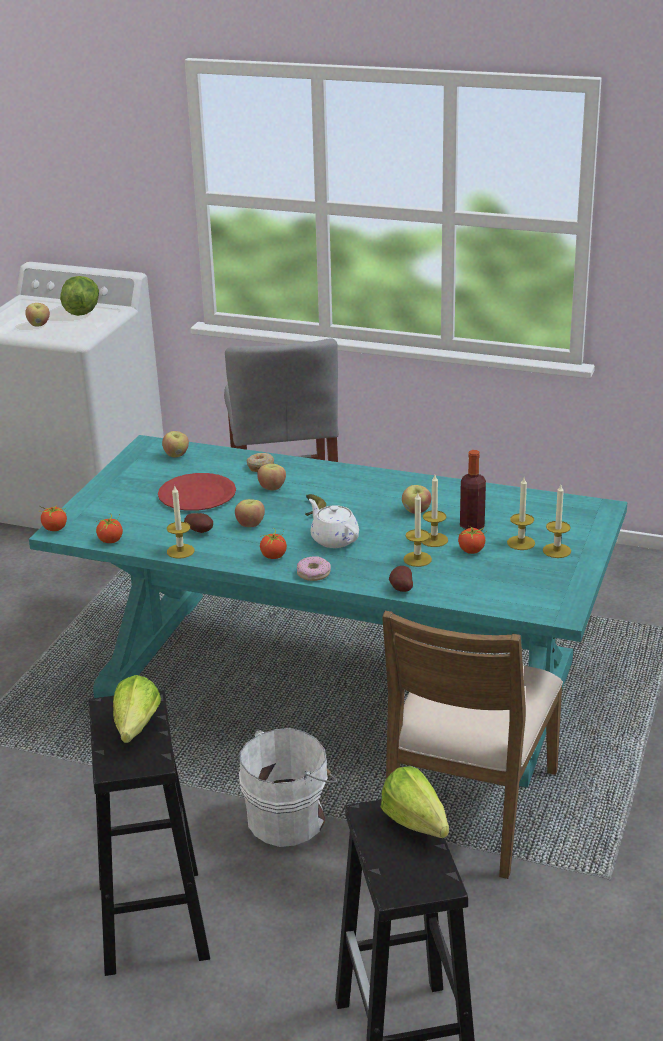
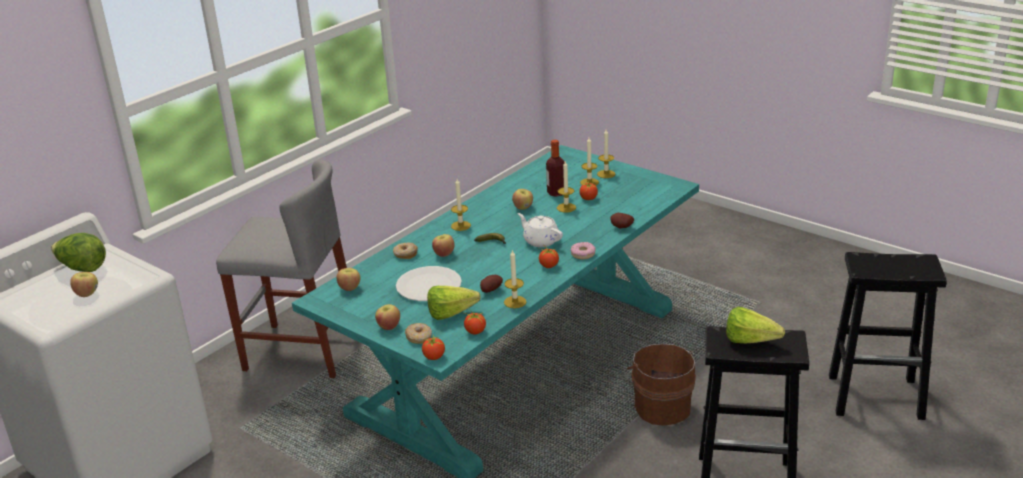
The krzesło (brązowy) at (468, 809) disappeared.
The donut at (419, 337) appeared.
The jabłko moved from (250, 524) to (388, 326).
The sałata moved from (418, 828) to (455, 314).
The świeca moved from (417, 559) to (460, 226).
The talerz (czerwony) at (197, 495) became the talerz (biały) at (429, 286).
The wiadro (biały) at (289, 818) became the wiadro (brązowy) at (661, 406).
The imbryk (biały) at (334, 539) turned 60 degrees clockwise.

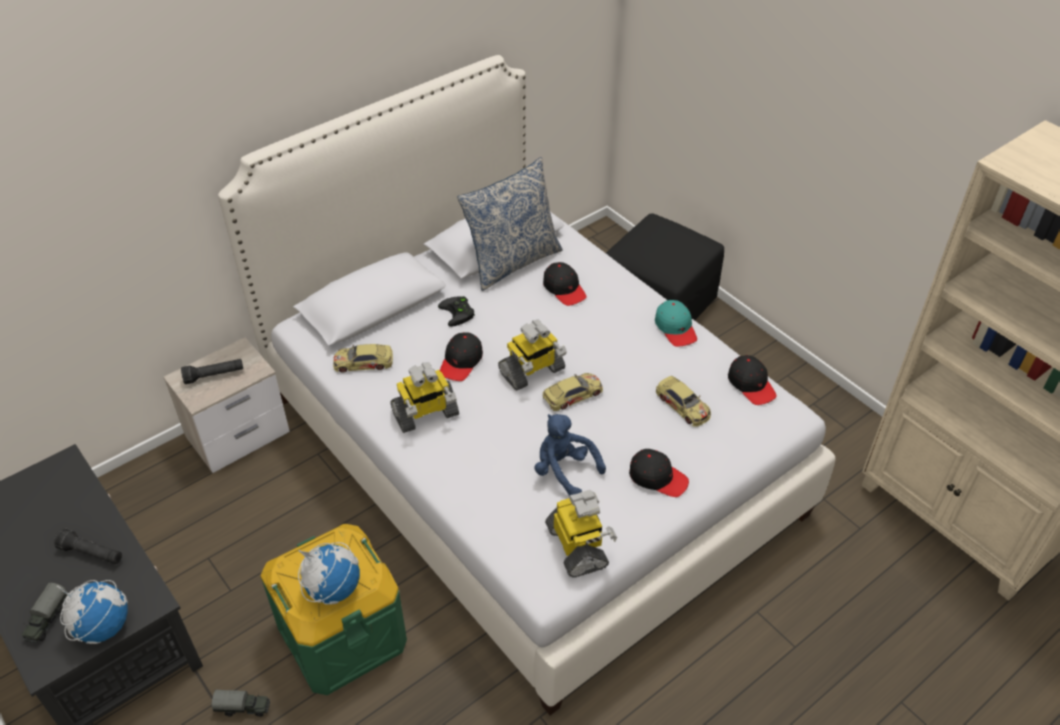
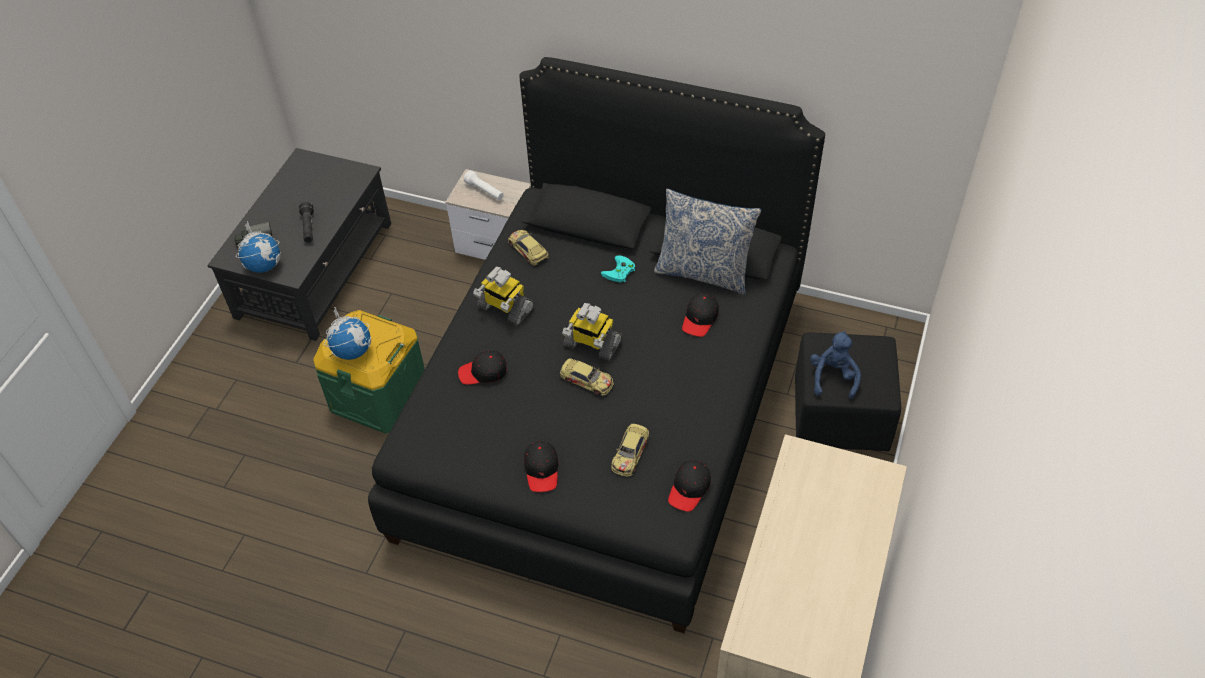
The ciężarówka zabawkowa at (243, 708) disappeared.
The robot zabawkowy at (578, 547) disappeared.
The czapka z daszkiem (turkusowy) at (675, 328) disappeared.
The czapka z daszkiem (czarny) moved from (461, 362) to (483, 372).
The pluszak (niebieski) moved from (564, 471) to (833, 377).
The latarka (czarny) at (214, 375) became the latarka (biały) at (485, 191).
The łóżko (biały) at (528, 453) became the łóżko (czarny) at (604, 411).
The pad do gier (czarny) at (459, 313) became the pad do gier (turkusowy) at (619, 272).

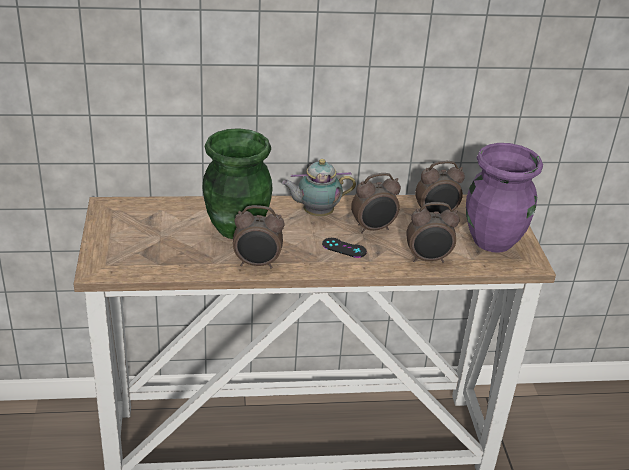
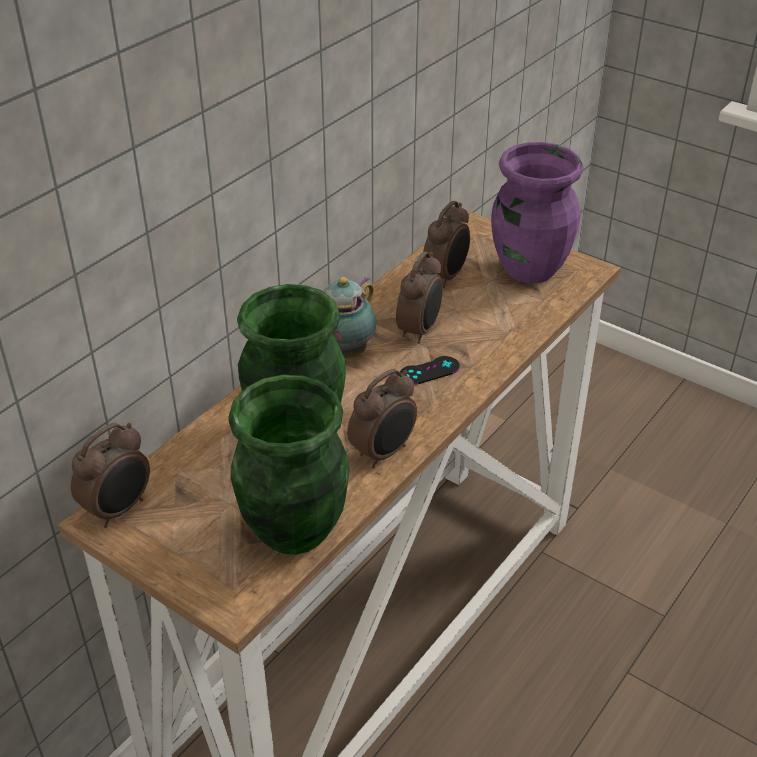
The wazon (zielony) at (293, 531) appeared.
The budzik moved from (428, 259) to (119, 509).

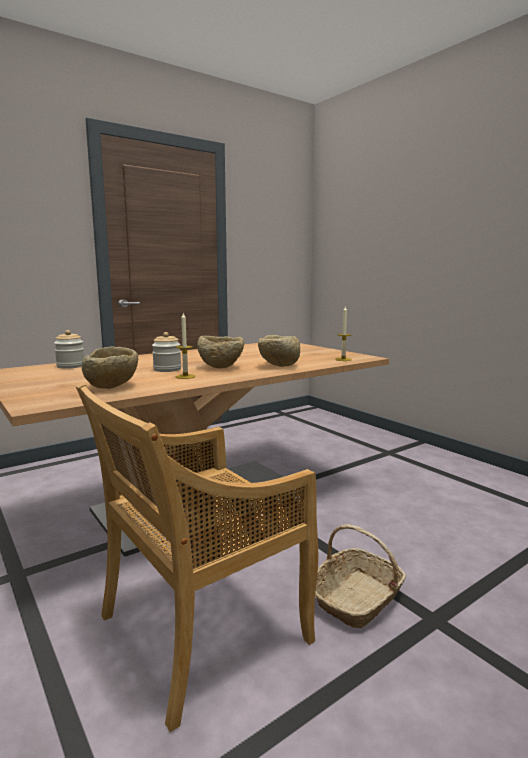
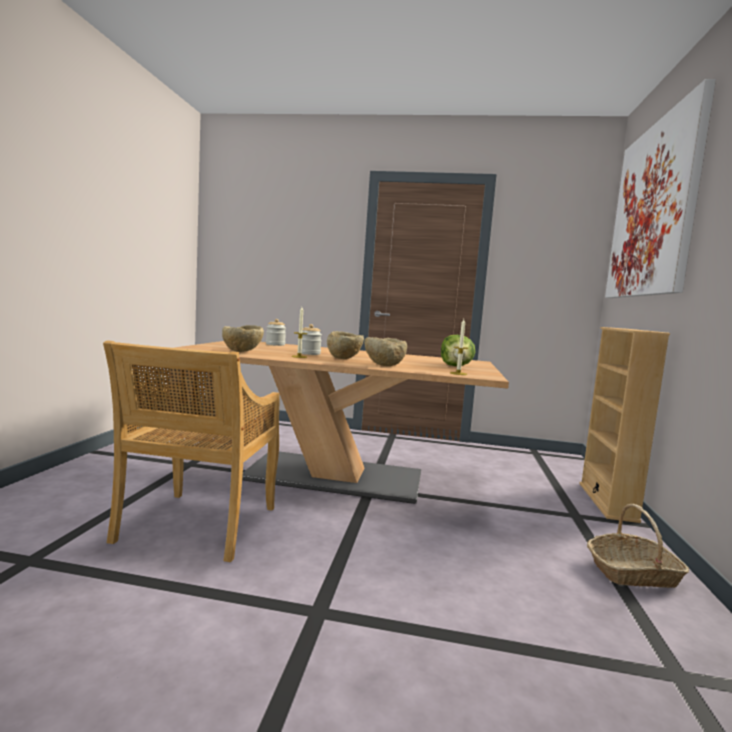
The sałata at (456, 366) appeared.
The regał (beżowy) at (607, 502) appeared.
The obraz at (653, 210) appeared.
The koszyk moved from (357, 599) to (633, 573).
The krzesło (beżowy) at (200, 631) turned 90 degrees counterclockwise.

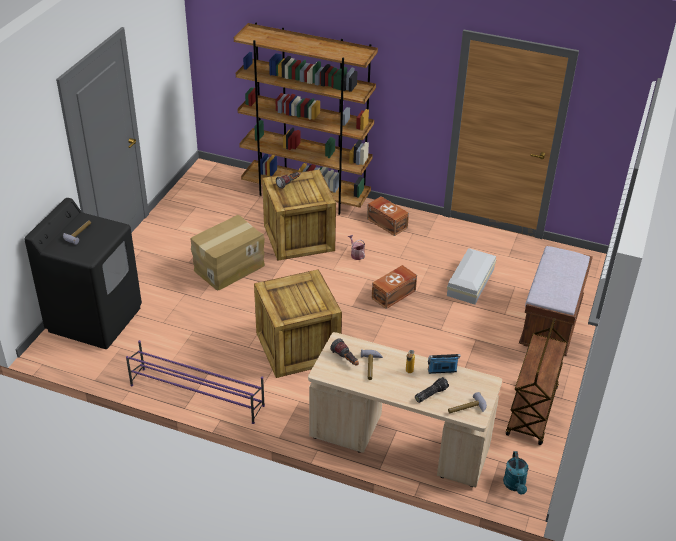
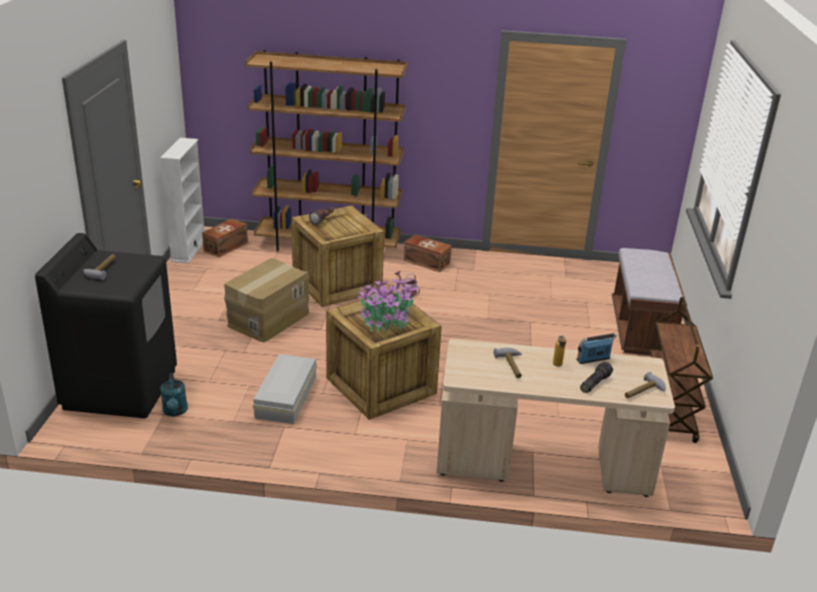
The regał na buty (fioletowy) at (196, 395) disappeared.
The latarka at (346, 359) disappeared.
The regał (biały) at (188, 250) appeared.
The roślina doniczkowa at (386, 321) appeared.
The pojemnik do przechowywania (brązowy) moved from (394, 294) to (226, 246).
The pojemnik do przechowywania (biały) moved from (469, 282) to (284, 397).
The konewka (turkusowy) moved from (515, 486) to (175, 411).

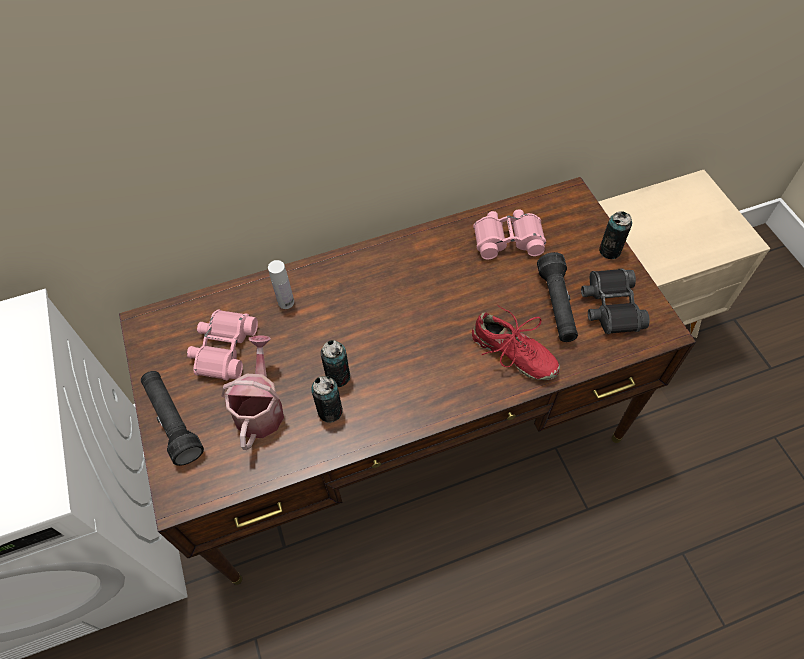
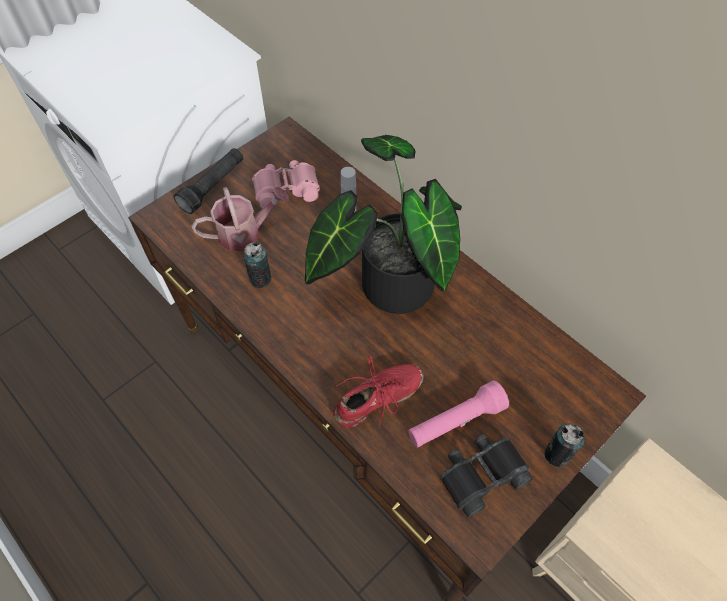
The puszka at (338, 377) disappeared.
The lornetka (różowy) at (507, 239) disappeared.
The roślina doniczkowa at (388, 284) appeared.
The latarka (czarny) at (556, 305) became the latarka (różowy) at (455, 421).
The but (czerwony) at (513, 354) turned 135 degrees counterclockwise.

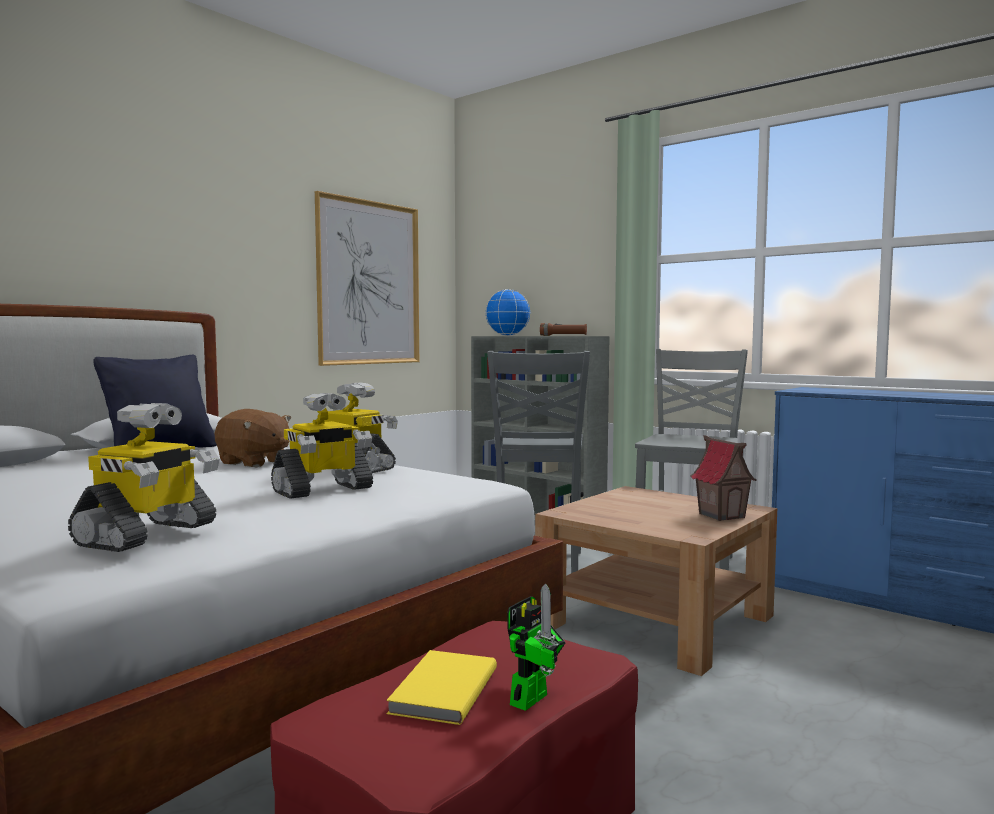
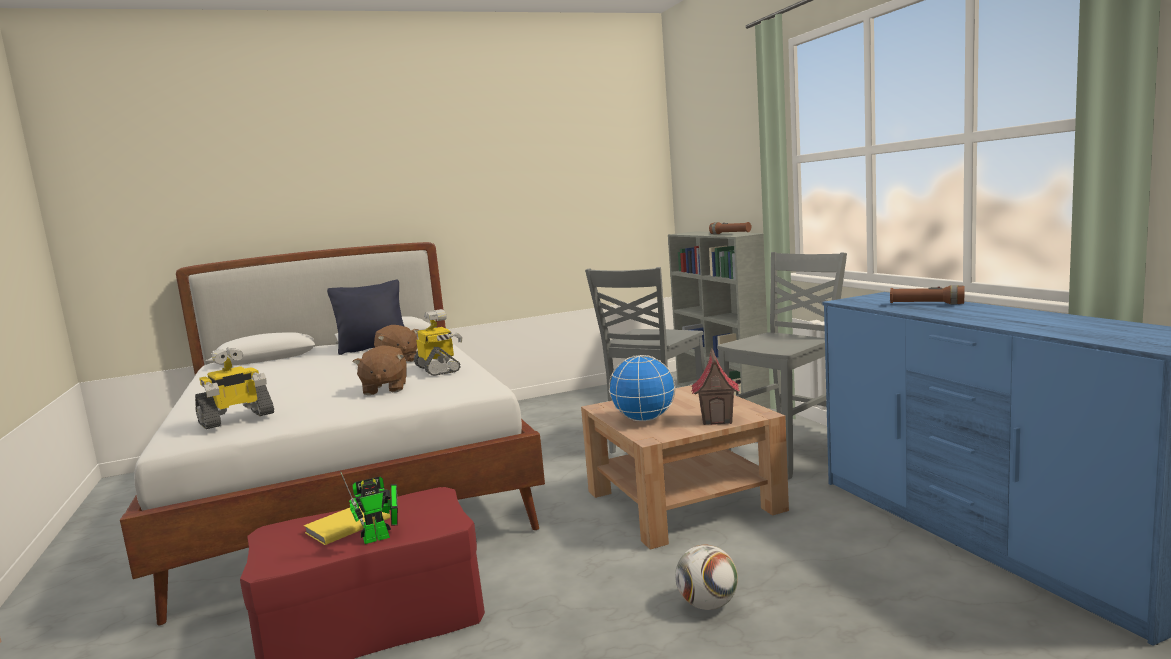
The obraz at (369, 283) disappeared.
The piłka futbolowa at (708, 605) appeared.
The latarka (brązowy) at (926, 304) appeared.
The globus moved from (507, 335) to (644, 419).
The robot zabawkowy at (323, 490) was replaced by the pluszak (brązowy) at (384, 389).

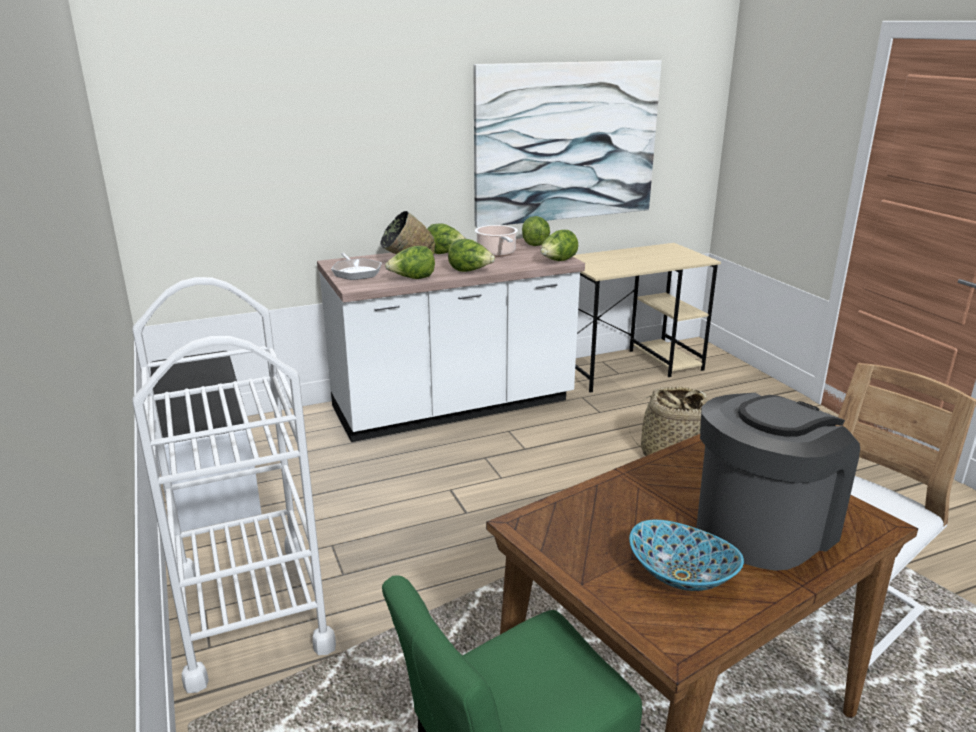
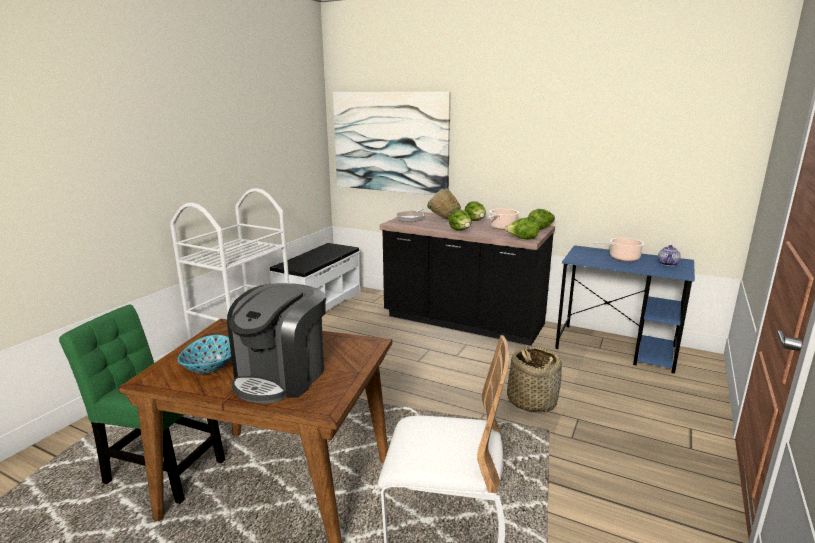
The sałata at (412, 279) disappeared.
The garnek at (622, 258) appeared.
The imbryk at (668, 264) appeared.
The obraz moved from (567, 142) to (390, 142).
The zabudowa kuchenna (biały) at (453, 407) became the zabudowa kuchenna (czarny) at (463, 322).
The biurko (beżowy) at (630, 367) became the biurko (niebieski) at (616, 348).
The ekspres do kawy at (763, 527) turned 105 degrees clockwise.

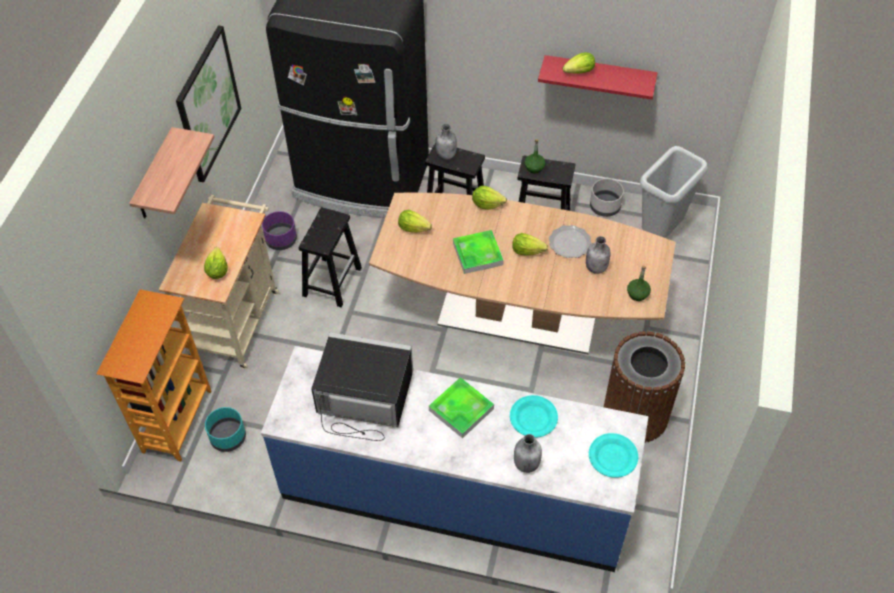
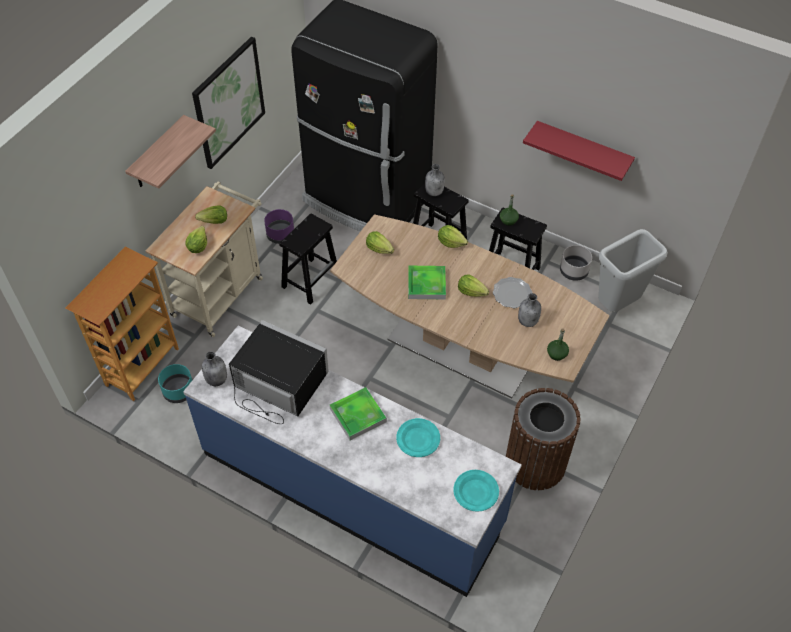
The butelka (szary) moved from (526, 463) to (216, 379).
The sałata moved from (579, 72) to (214, 221).

